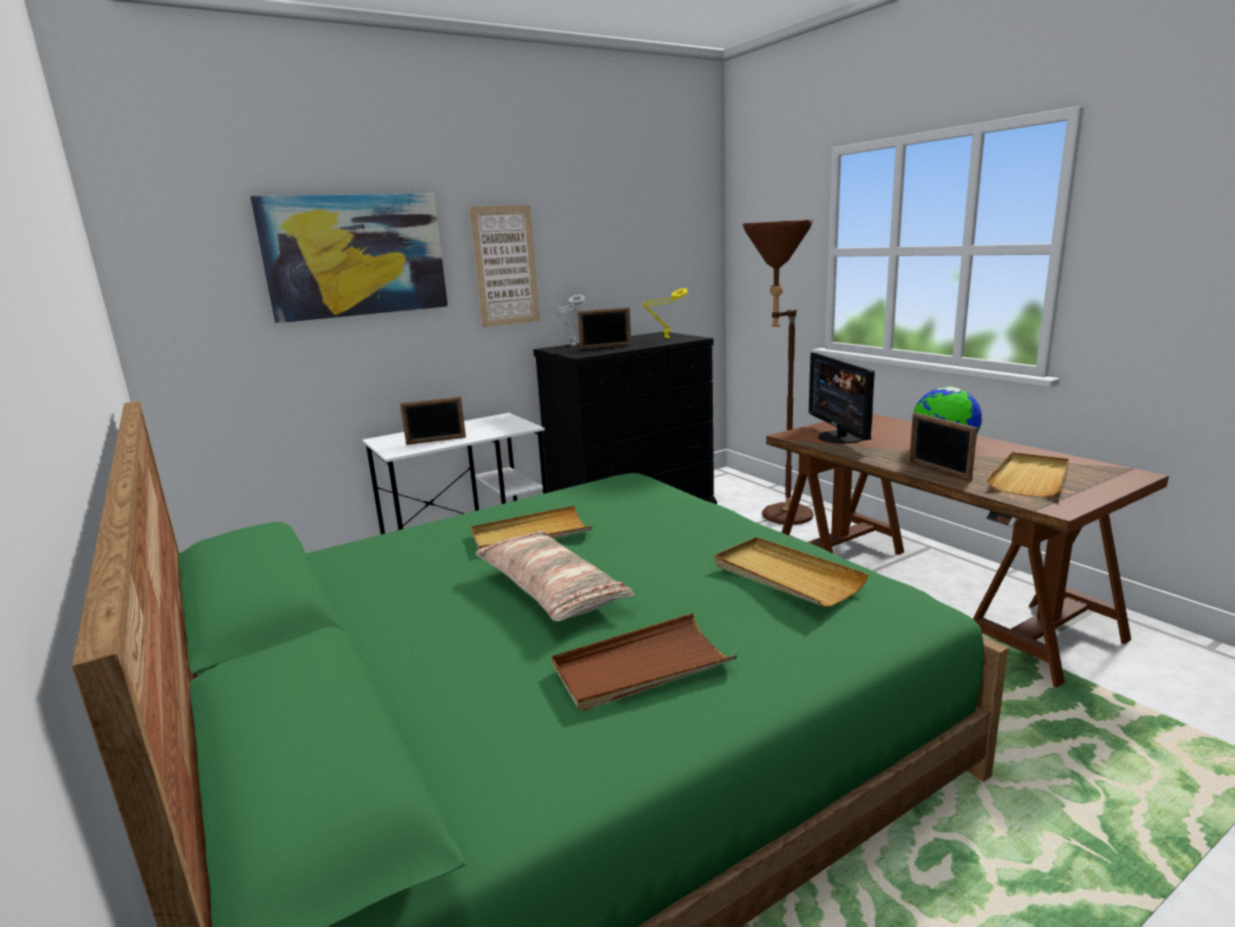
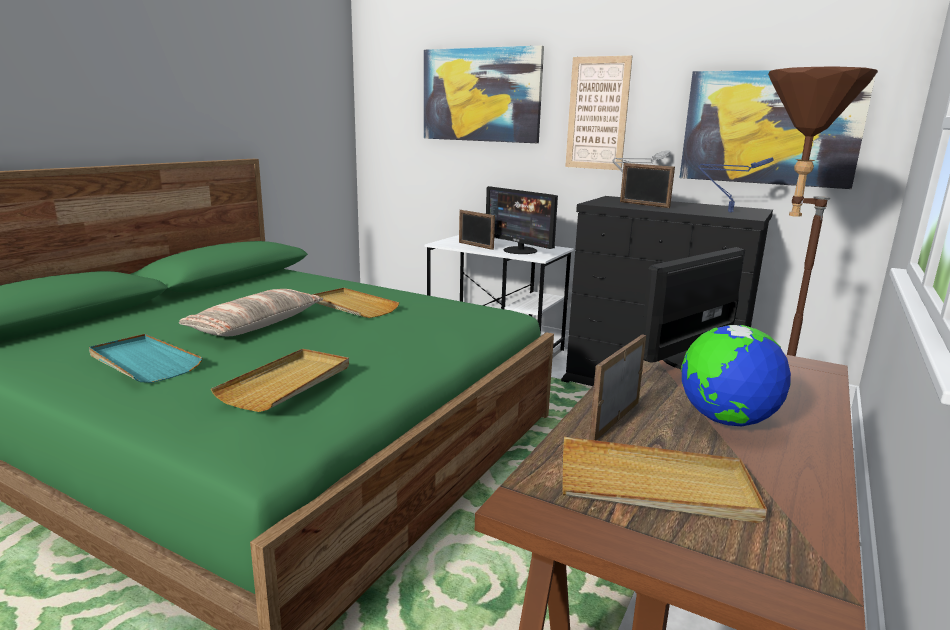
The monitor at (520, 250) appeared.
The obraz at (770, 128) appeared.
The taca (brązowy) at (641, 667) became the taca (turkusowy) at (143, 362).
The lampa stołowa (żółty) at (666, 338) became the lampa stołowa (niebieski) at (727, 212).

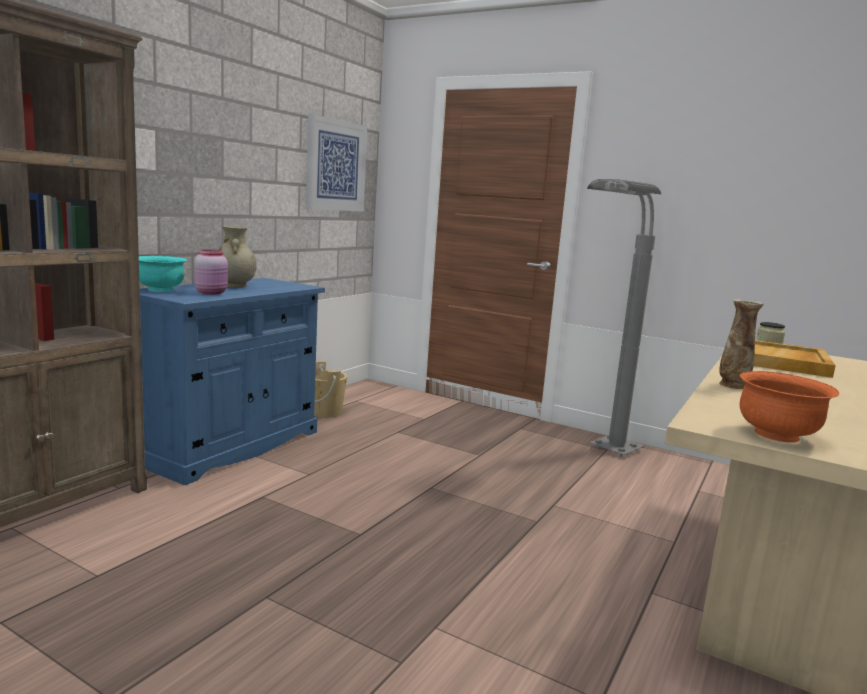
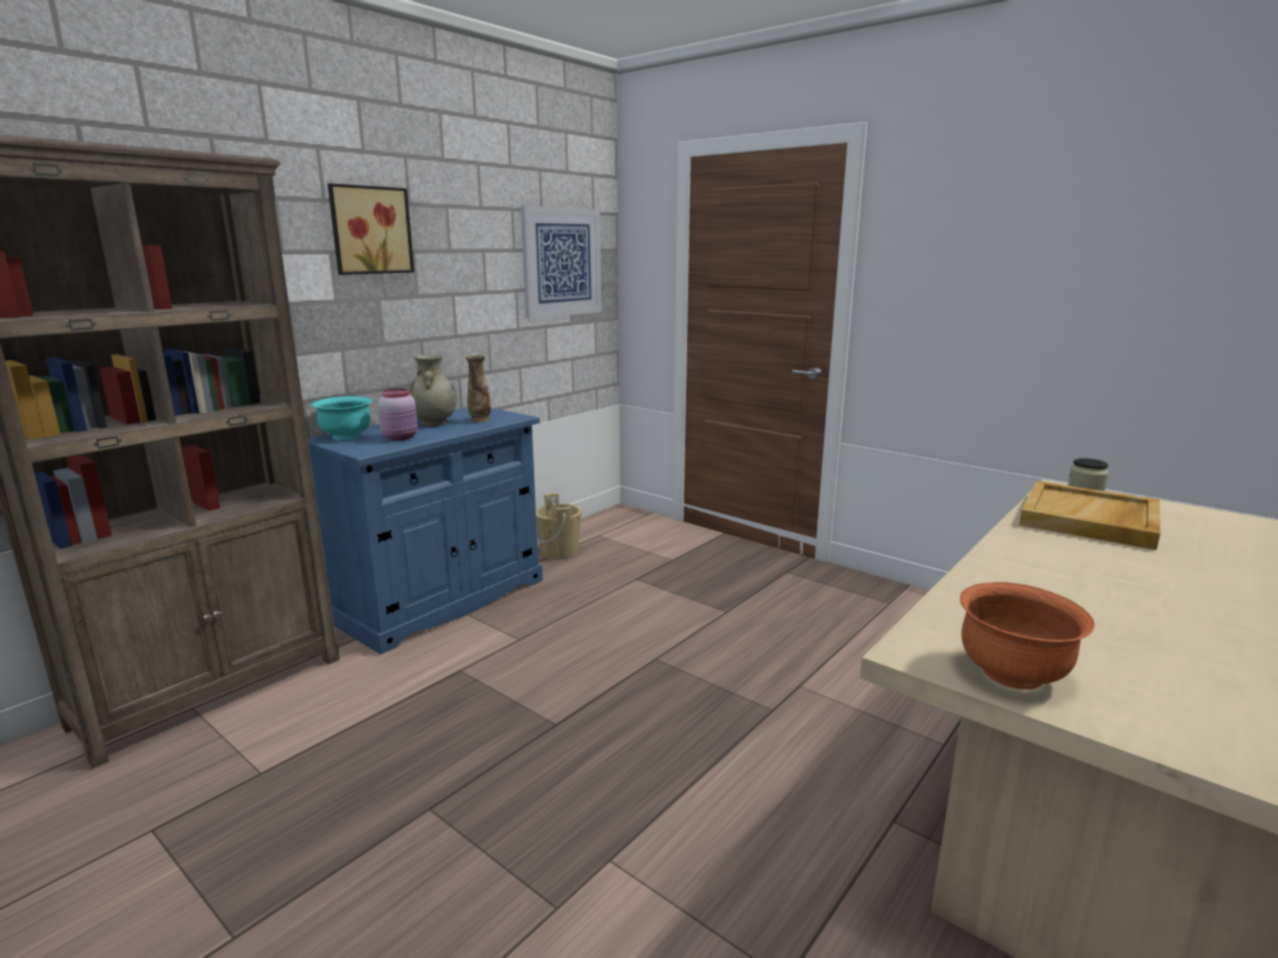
The lampa stojąca (szary) at (602, 455) disappeared.
The obraz at (369, 230) appeared.
The wazon moved from (732, 386) to (480, 420).

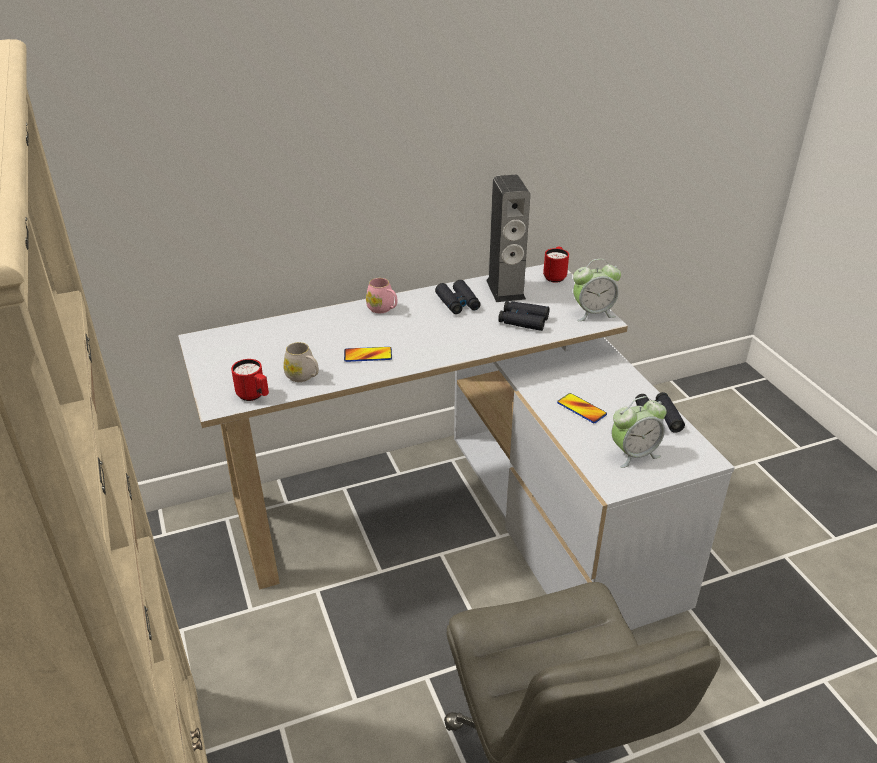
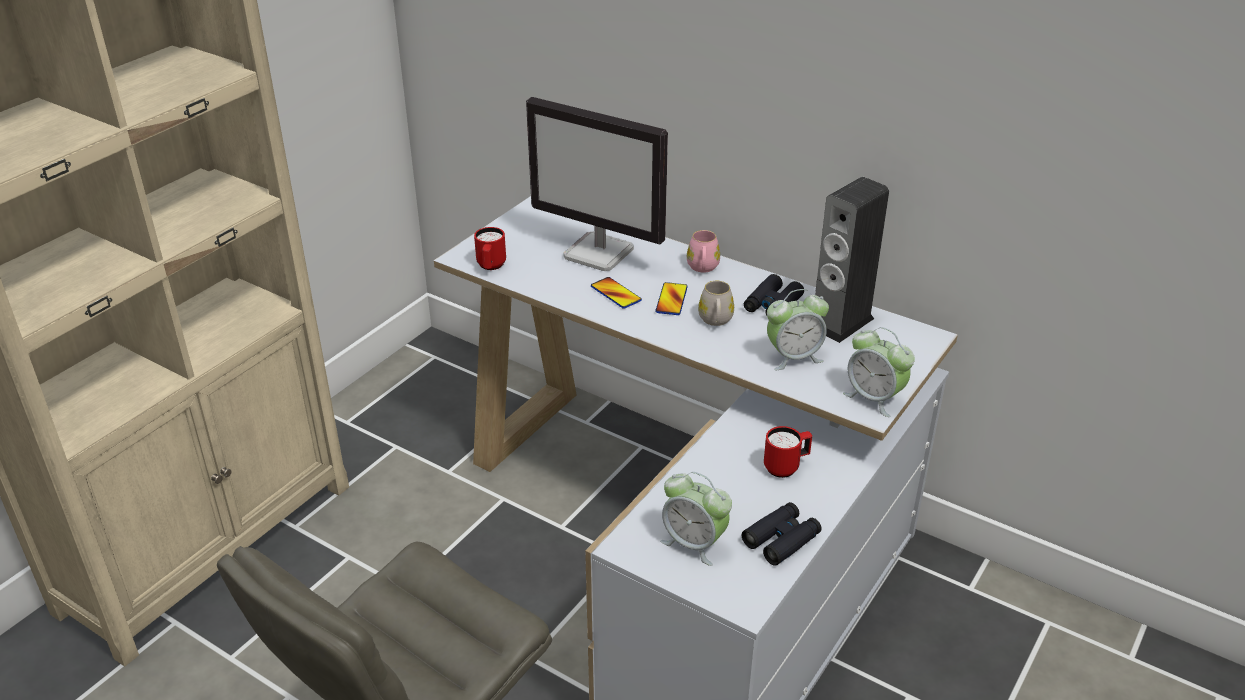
The monitor at (600, 253) appeared.
The kubek (biały) moved from (303, 376) to (716, 321).
The kubek (czerwony) moved from (555, 276) to (786, 467).
The telefon moved from (581, 409) to (671, 300).
The lornetka (czarny) at (523, 321) was replaced by the budzik at (793, 357).

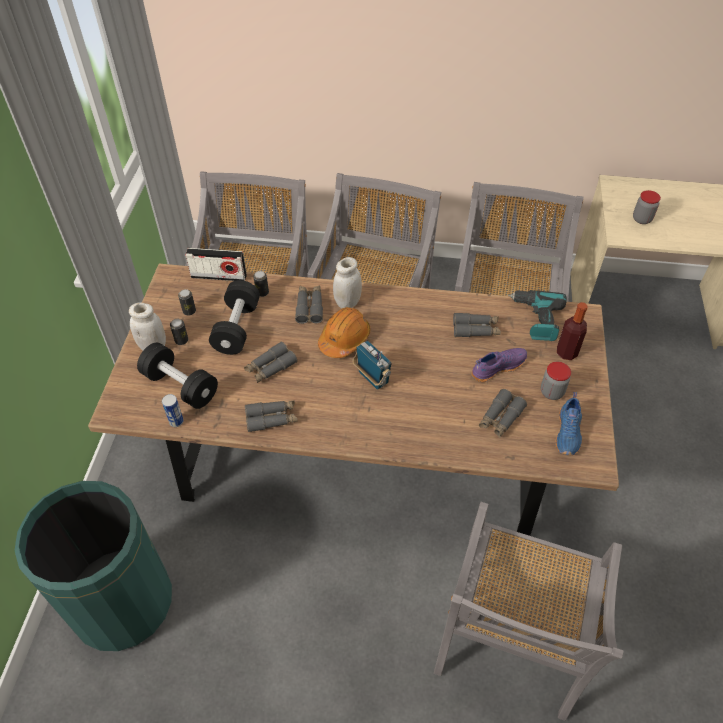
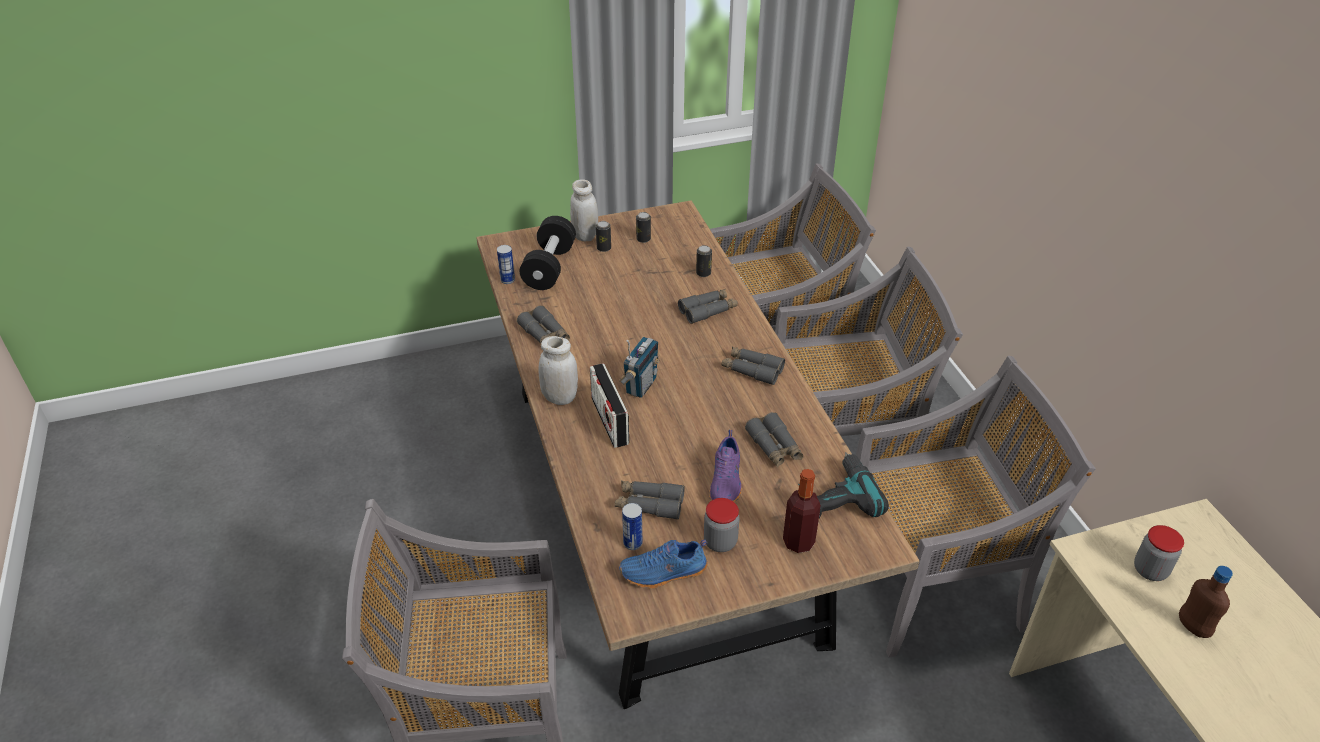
The kosz na śmieci (zielony) at (122, 602) disappeared.
The hantel (czarny) at (237, 328) disappeared.
The kask (pomarańczowy) at (344, 339) disappeared.
The puszka at (632, 543) appeared.
The butelka (brązowy) at (1193, 627) appeared.
The radio moved from (218, 276) to (609, 421).
The lornetka (szary) moved from (270, 367) to (752, 370).
The słoik (biały) moved from (347, 302) to (560, 397).
The but (fioletowy) at (497, 367) turned 60 degrees clockwise.

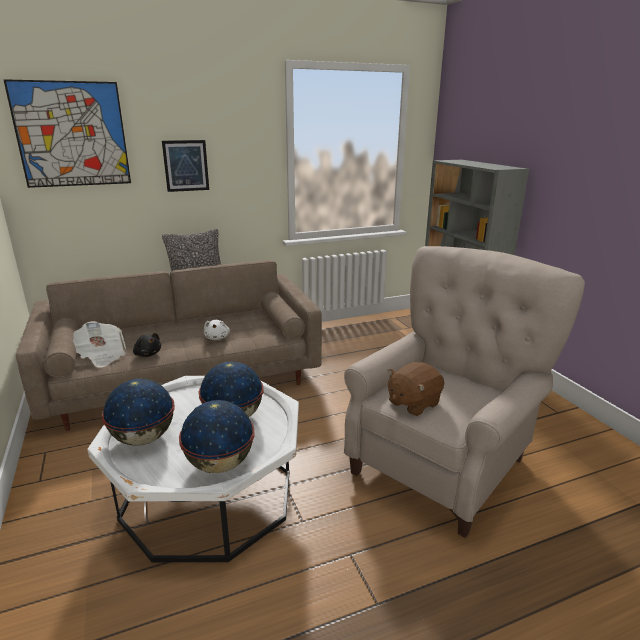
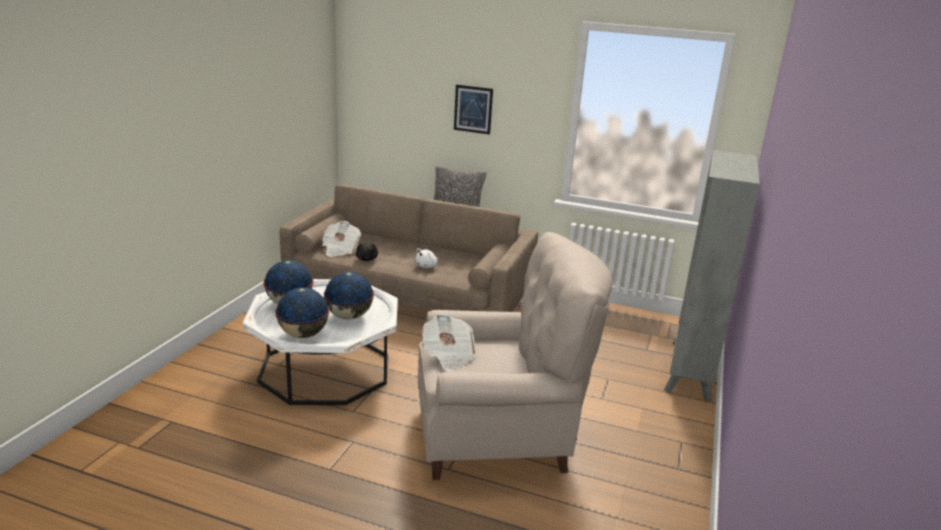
The obraz at (72, 135) disappeared.
The pluszak (brązowy) at (413, 403) was replaced by the gazeta at (448, 356).

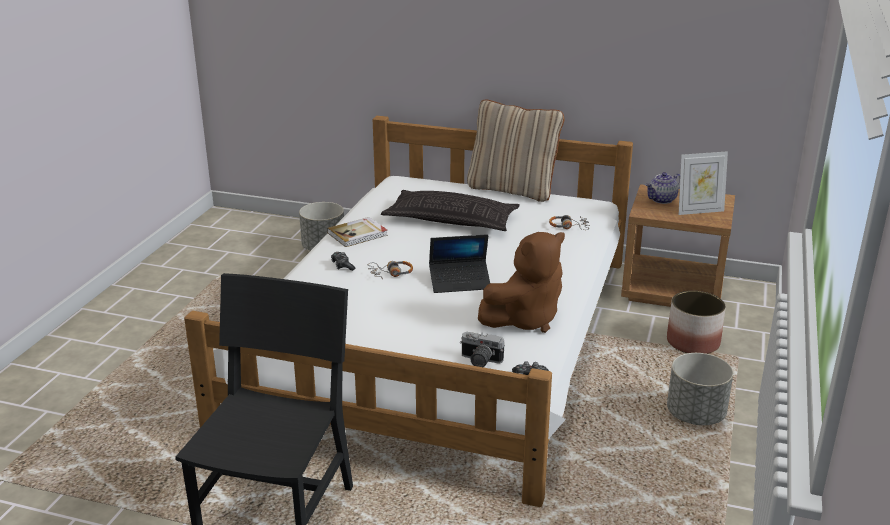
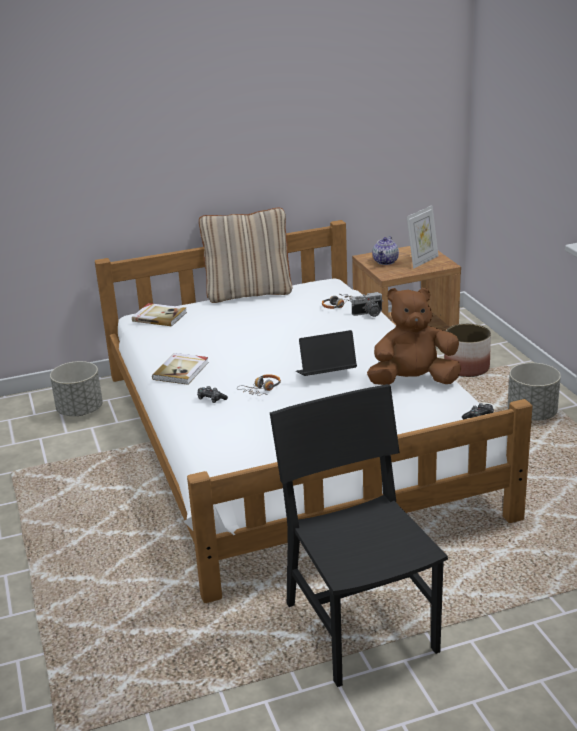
The poduszka at (451, 220) disappeared.
The książka at (159, 316) appeared.
The aparat fotograficzny moved from (479, 361) to (368, 314).
The laptop at (460, 282) turned 150 degrees counterclockwise.
The pluszak (brązowy) at (524, 319) turned 120 degrees counterclockwise.

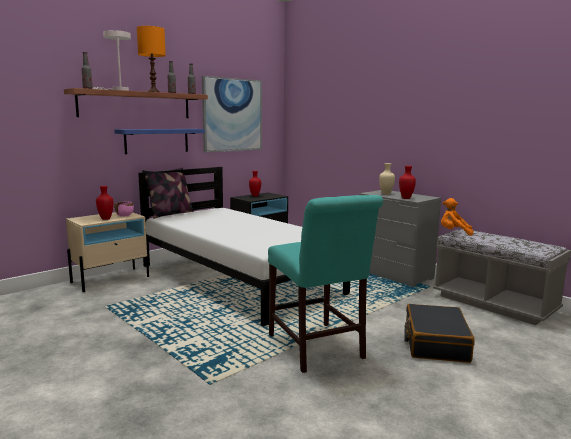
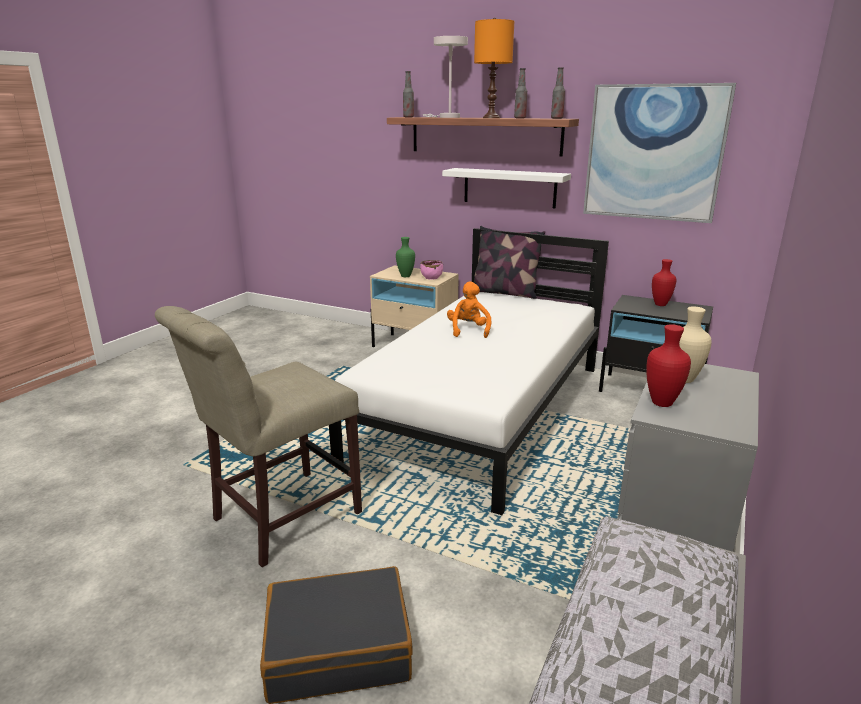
The pluszak (pomarańczowy) moved from (454, 233) to (468, 330).
The wazon (czerwony) at (106, 219) became the wazon (zielony) at (406, 276).
The półka (niebieski) at (157, 141) became the półka (biały) at (509, 187).
The krzesło (turkusowy) at (317, 349) became the krzesło (beżowy) at (279, 519).

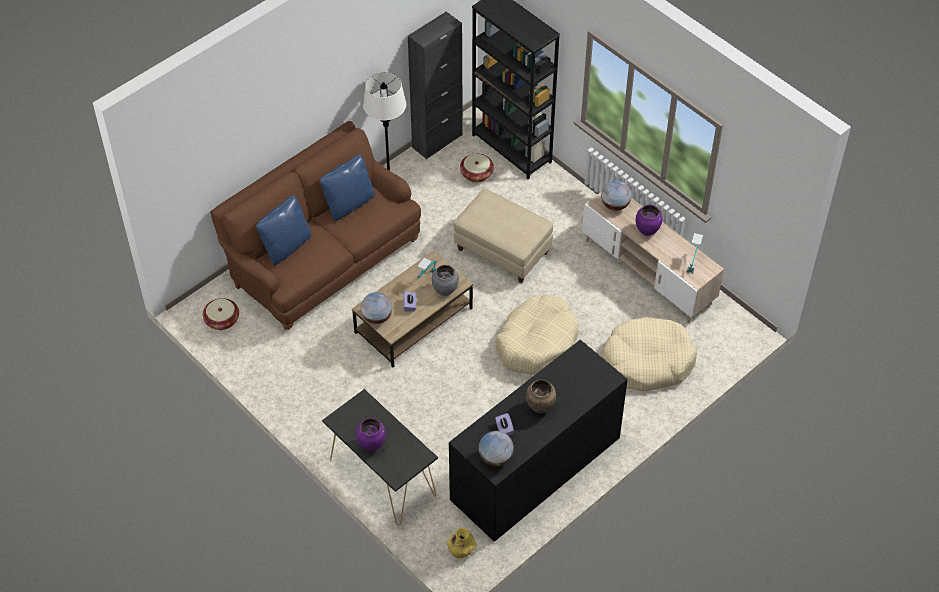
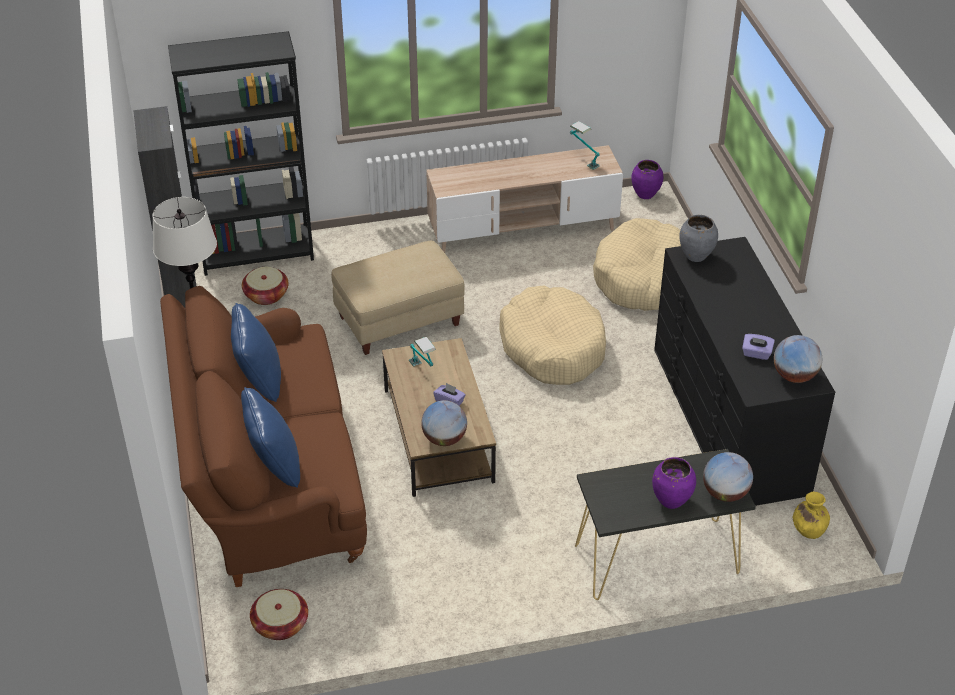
The wazon (brązowy) at (540, 407) disappeared.
The wazon (szary) moved from (445, 290) to (695, 256).
The globus moved from (615, 205) to (725, 493).
The wazon (fioletowy) moved from (647, 231) to (645, 194).

